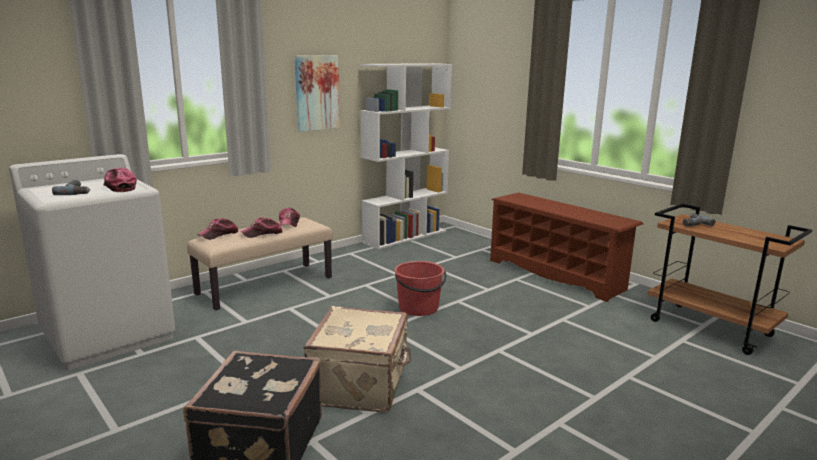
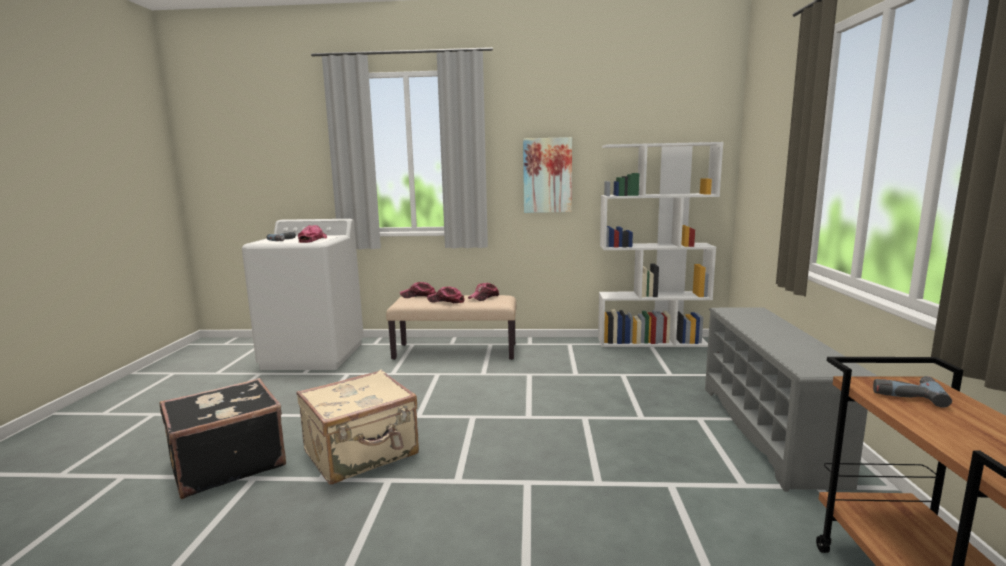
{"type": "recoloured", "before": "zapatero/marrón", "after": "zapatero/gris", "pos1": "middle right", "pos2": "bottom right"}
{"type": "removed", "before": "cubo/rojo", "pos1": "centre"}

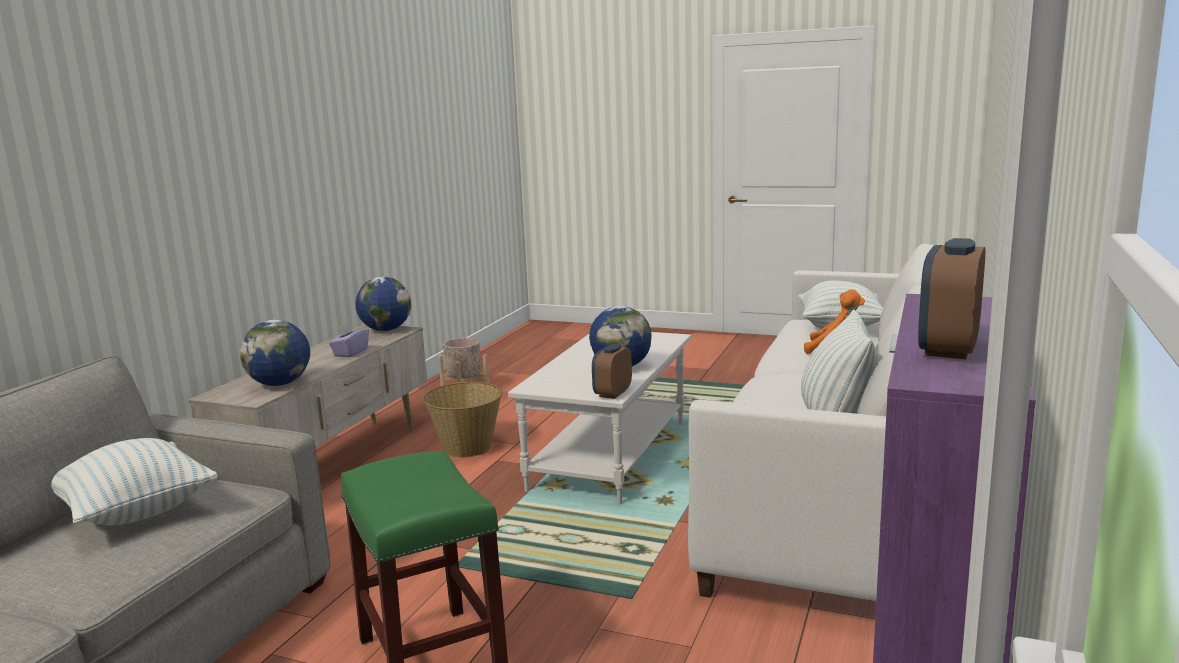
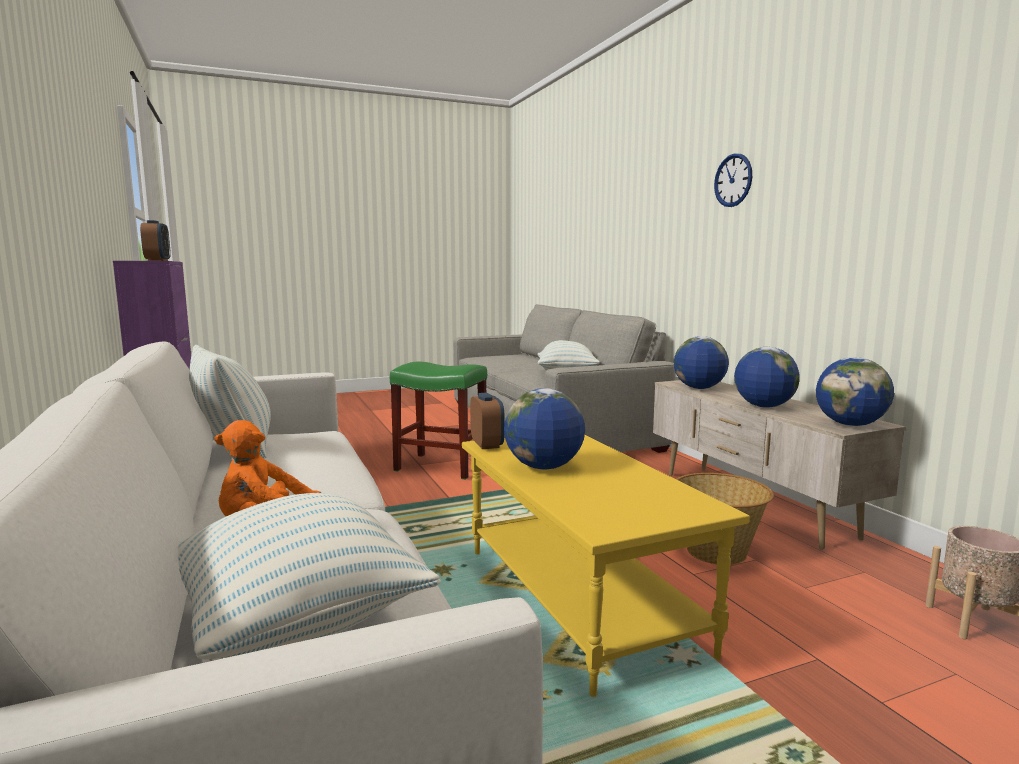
{"type": "replaced", "before": "caja de pañuelos/morado", "after": "globo terráqueo (3rd from left)", "pos1": "middle left", "pos2": "middle right"}
{"type": "recoloured", "before": "mesa de centro/blanco", "after": "mesa de centro/amarillo", "pos1": "centre", "pos2": "bottom centre"}
{"type": "added", "after": "reloj de pared", "pos2": "top right"}

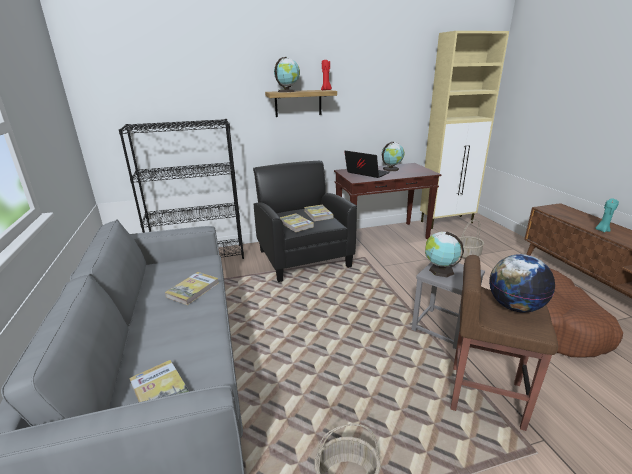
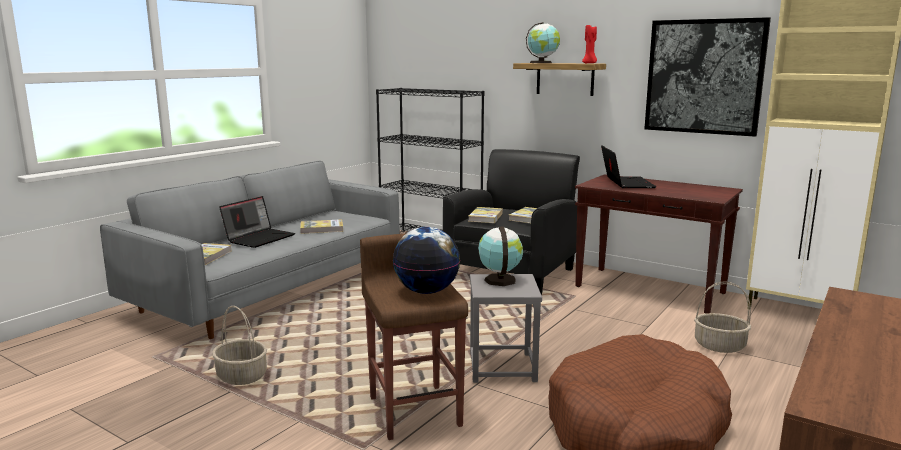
{"type": "removed", "before": "globo terráqueo (2nd from left)", "pos1": "top centre"}
{"type": "removed", "before": "vela/turquesa", "pos1": "middle right"}
{"type": "added", "after": "cuadro", "pos2": "top right"}
{"type": "added", "after": "portátil (1st from left)", "pos2": "middle left"}

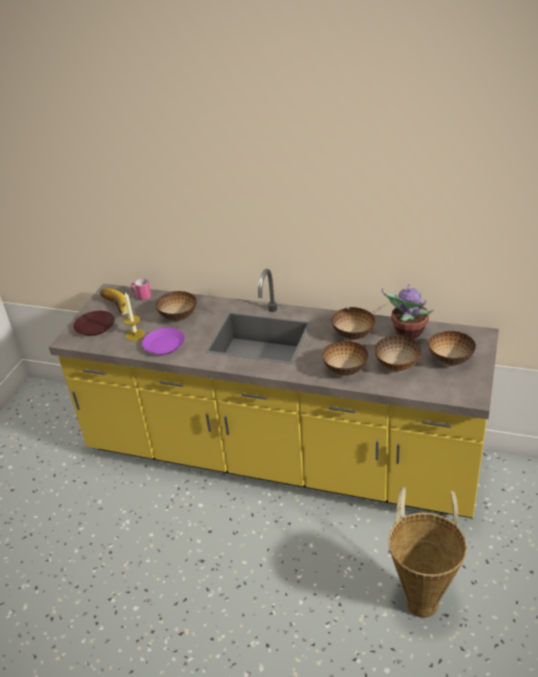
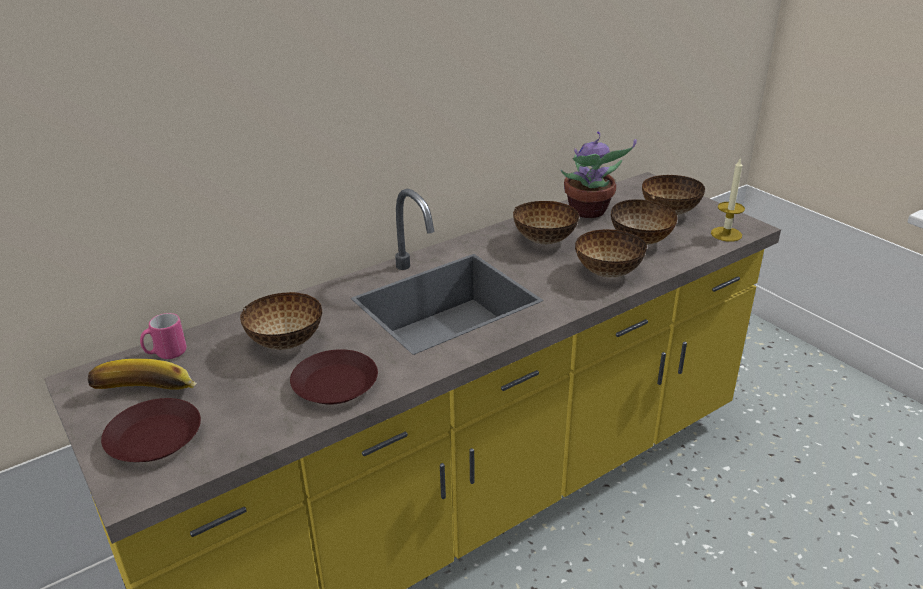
{"type": "moved", "before": "vela", "pos1": "middle left", "pos2": "middle right"}
{"type": "recoloured", "before": "plato/morado", "after": "plato/marrón (2nd from left)", "pos1": "middle left", "pos2": "centre"}
{"type": "removed", "before": "cesta", "pos1": "bottom right"}

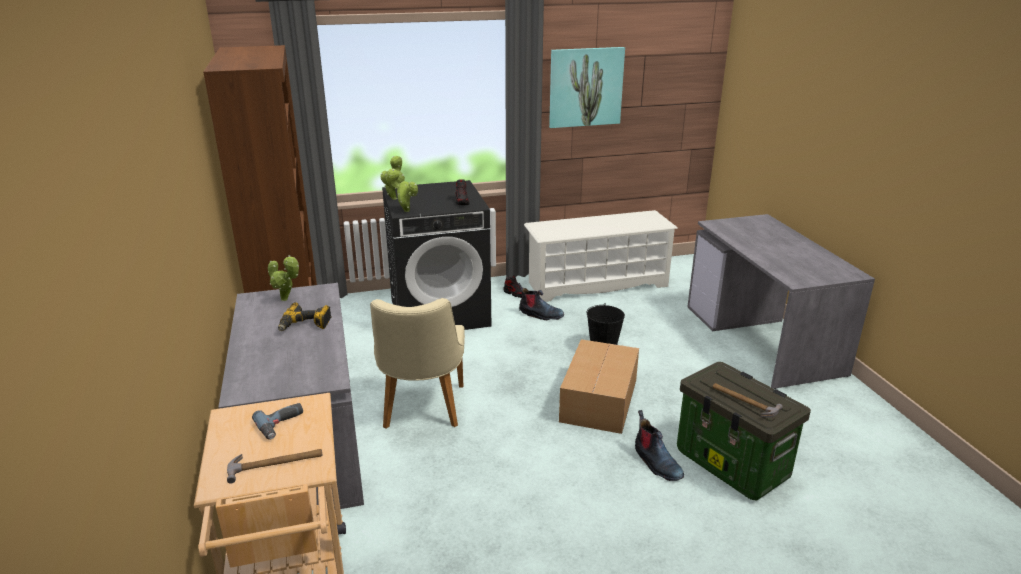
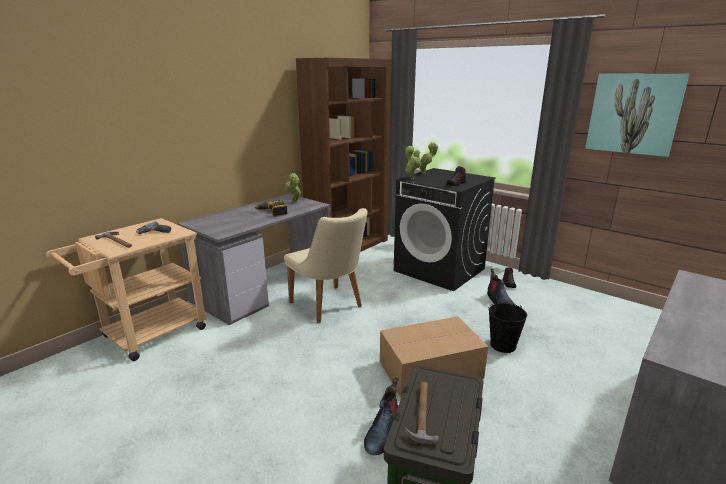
{"type": "removed", "before": "zapatero/blanco", "pos1": "centre"}
{"type": "turned", "before": "silla/beis", "pos1": "centre", "pos2": "centre", "turn": -90}

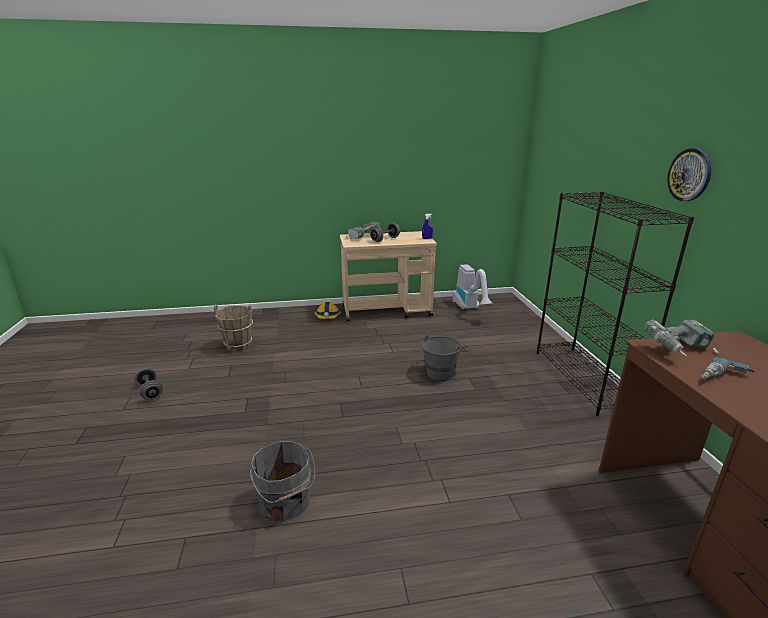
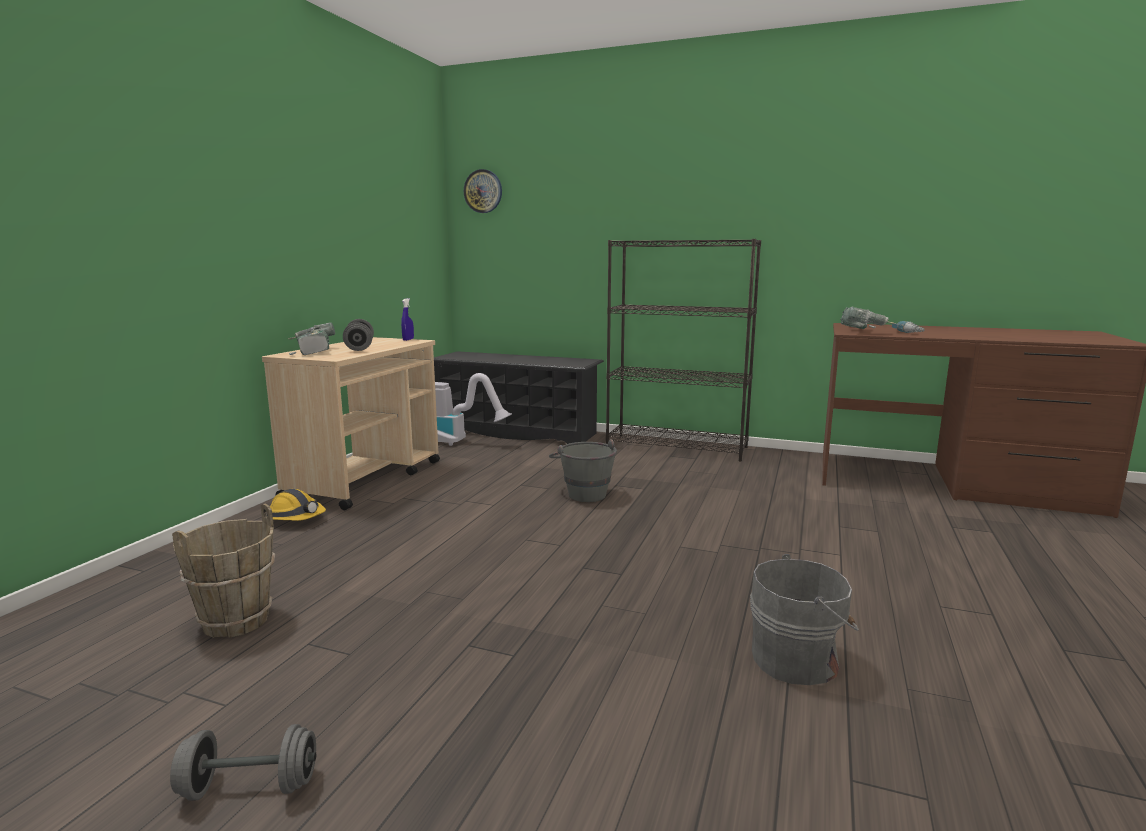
{"type": "moved", "before": "reloj de pared", "pos1": "top right", "pos2": "top centre"}
{"type": "added", "after": "zapatero/negro", "pos2": "centre"}

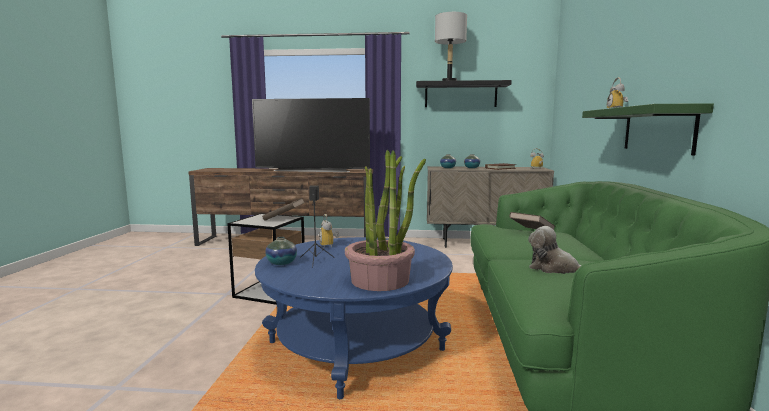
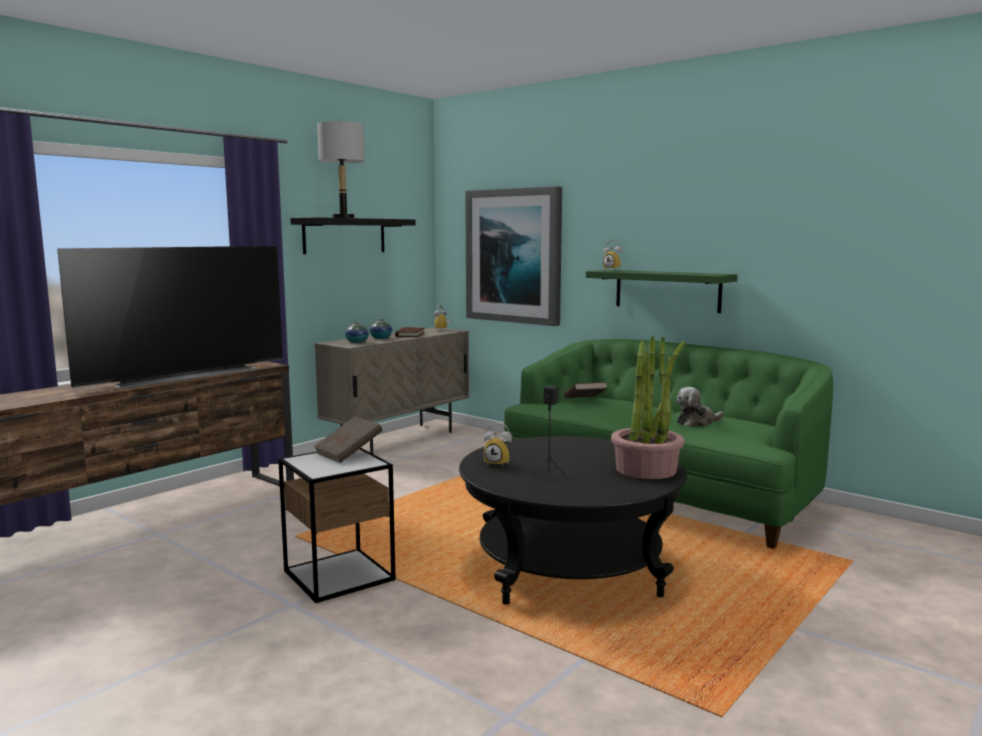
{"type": "recoloured", "before": "mesa de centro/azul", "after": "mesa de centro/negro", "pos1": "bottom centre", "pos2": "bottom centre"}
{"type": "removed", "before": "florero (1st from left)", "pos1": "centre"}
{"type": "added", "after": "cuadro", "pos2": "centre"}

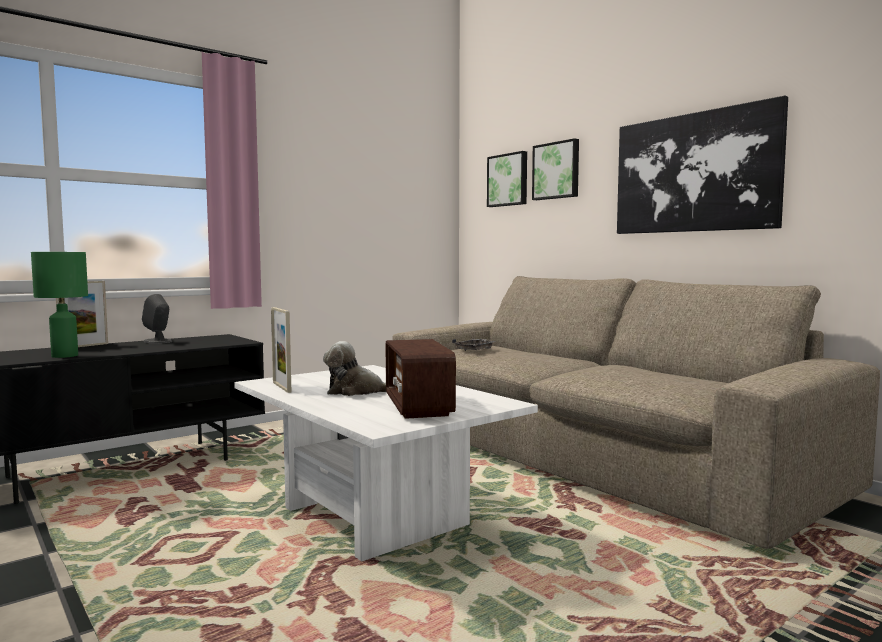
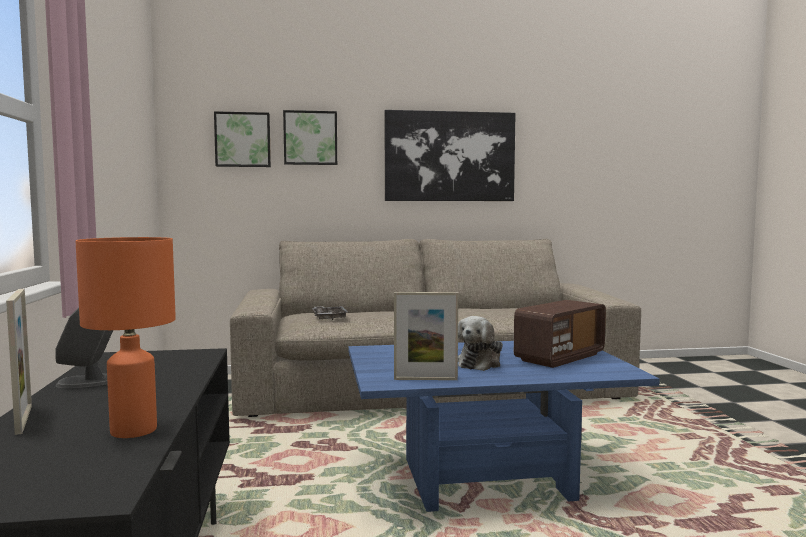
{"type": "recoloured", "before": "lámpara de mesa/verde", "after": "lámpara de mesa/naranja", "pos1": "middle left", "pos2": "middle left"}
{"type": "turned", "before": "radio", "pos1": "centre", "pos2": "middle right", "turn": -60}
{"type": "recoloured", "before": "mesa de centro/blanco", "after": "mesa de centro/azul", "pos1": "bottom centre", "pos2": "bottom centre"}

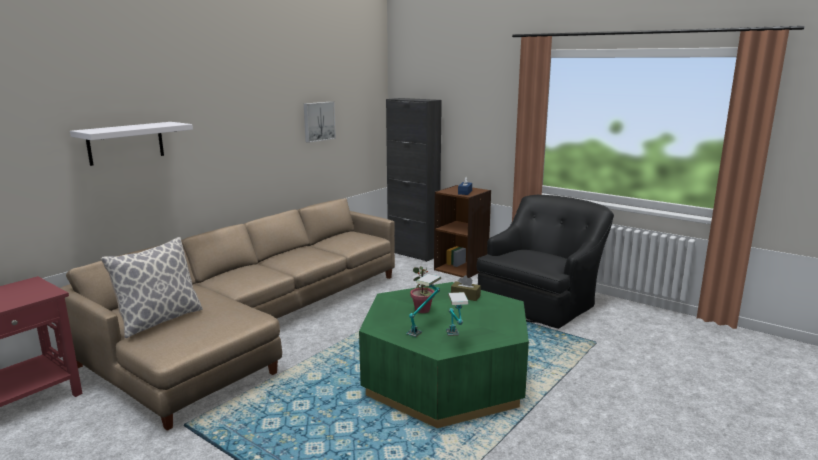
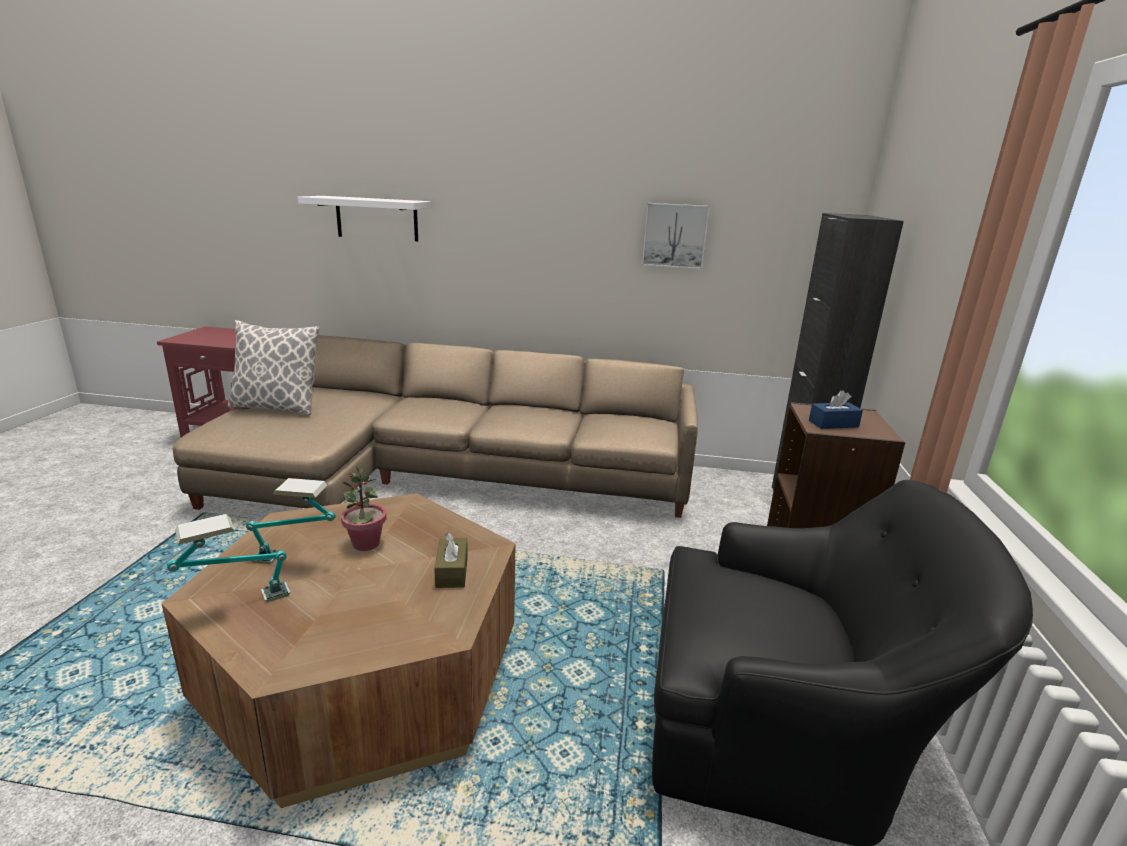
{"type": "recoloured", "before": "mesa de centro/verde", "after": "mesa de centro/marrón", "pos1": "bottom centre", "pos2": "bottom left"}

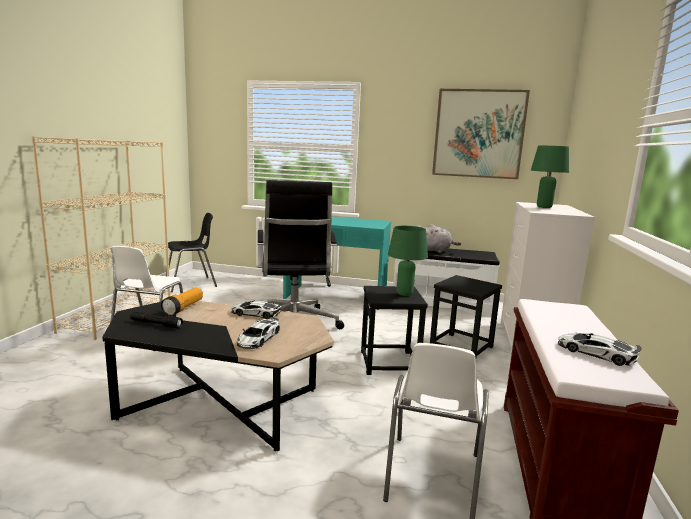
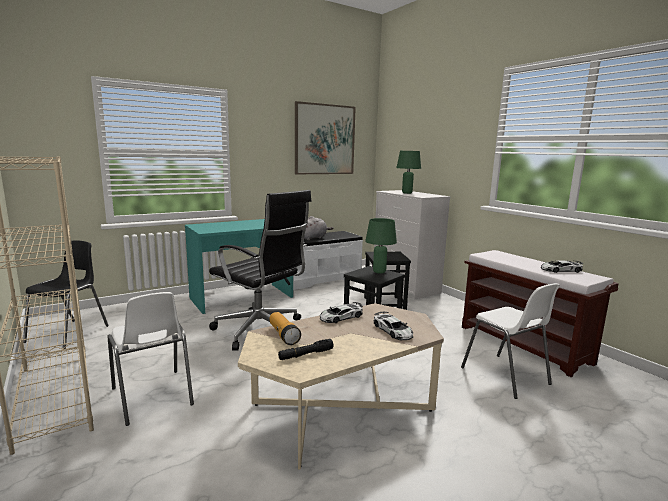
{"type": "recoloured", "before": "mesa de centro/negro", "after": "mesa de centro/beis", "pos1": "bottom left", "pos2": "bottom centre"}

